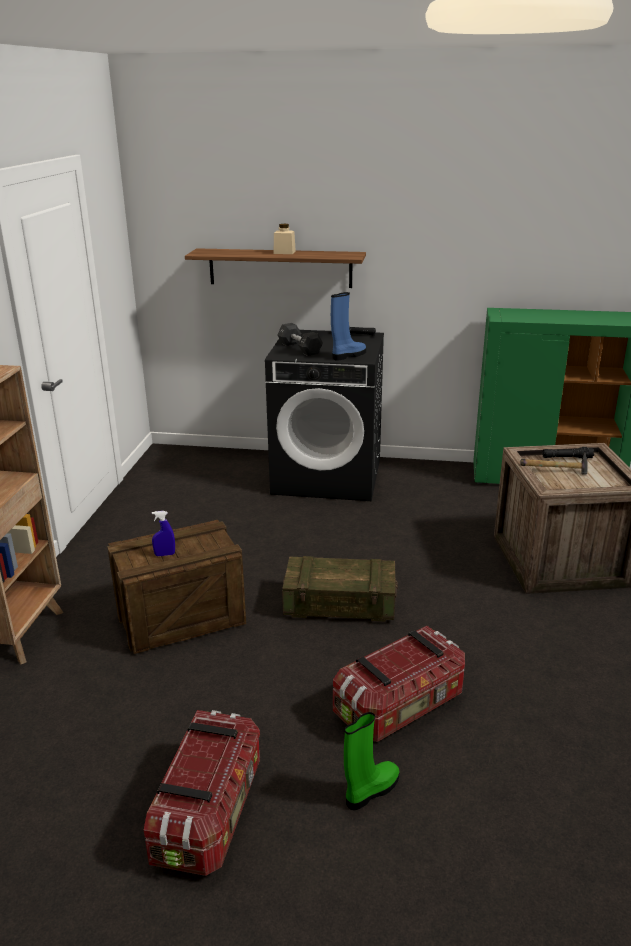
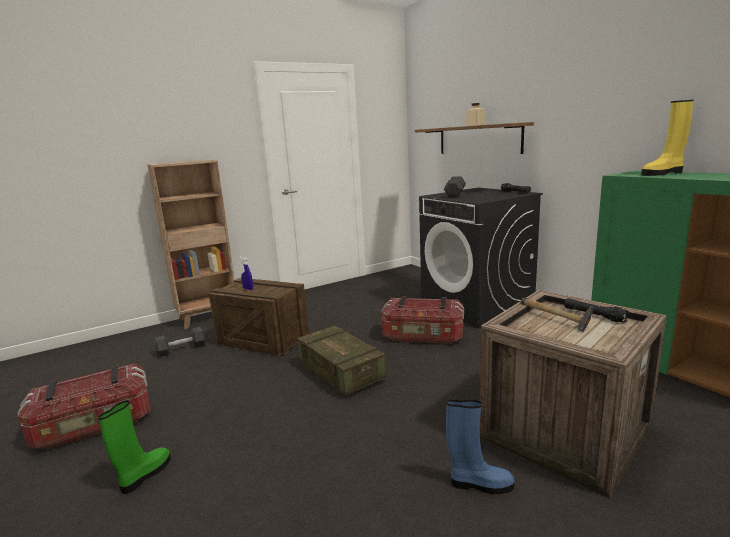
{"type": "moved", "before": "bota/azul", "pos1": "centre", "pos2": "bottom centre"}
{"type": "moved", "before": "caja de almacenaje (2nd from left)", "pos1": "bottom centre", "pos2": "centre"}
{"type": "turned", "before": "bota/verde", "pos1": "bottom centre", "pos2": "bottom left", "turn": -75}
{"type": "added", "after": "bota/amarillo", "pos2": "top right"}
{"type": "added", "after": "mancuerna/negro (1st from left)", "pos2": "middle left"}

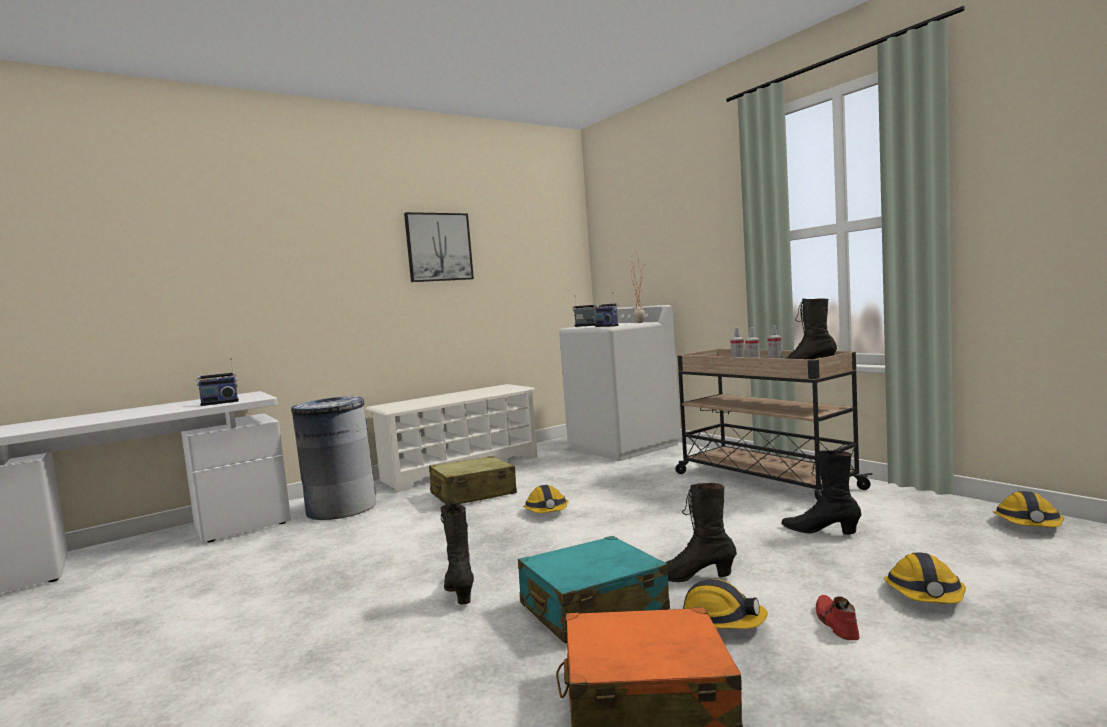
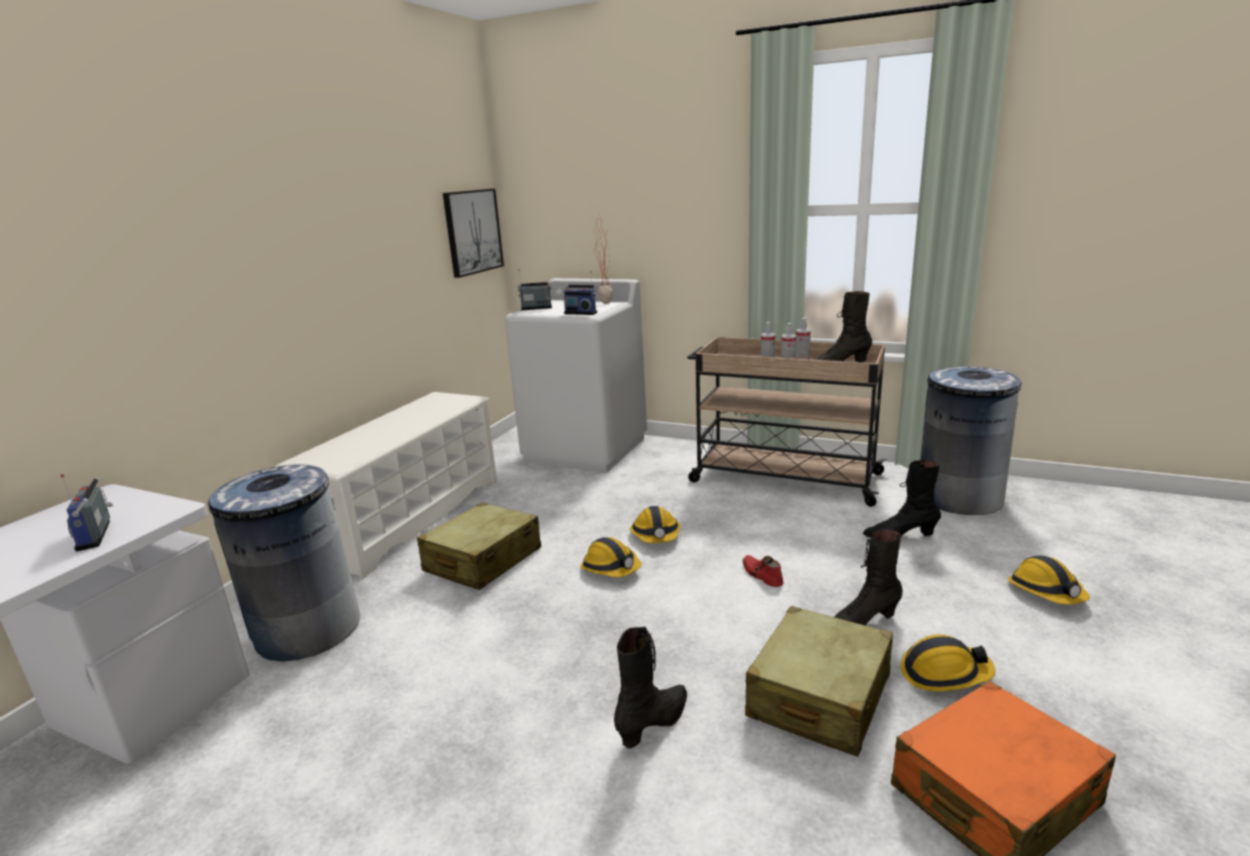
{"type": "moved", "before": "cuadro", "pos1": "centre", "pos2": "top centre"}
{"type": "turned", "before": "radio (1st from left)", "pos1": "middle left", "pos2": "middle left", "turn": 120}
{"type": "moved", "before": "casco (4th from left in the first image)", "after": "casco (2nd from left)", "pos1": "bottom right", "pos2": "centre"}
{"type": "turned", "before": "bota/negro (1st from left)", "pos1": "bottom centre", "pos2": "bottom centre", "turn": 90}
{"type": "recoloured", "before": "maleta/turquesa", "after": "maleta/beis (2nd from left)", "pos1": "bottom centre", "pos2": "bottom centre"}
{"type": "moved", "before": "zapato/rojo", "pos1": "bottom right", "pos2": "bottom centre"}
{"type": "added", "after": "papelera/gris (2nd from left)", "pos2": "middle right"}

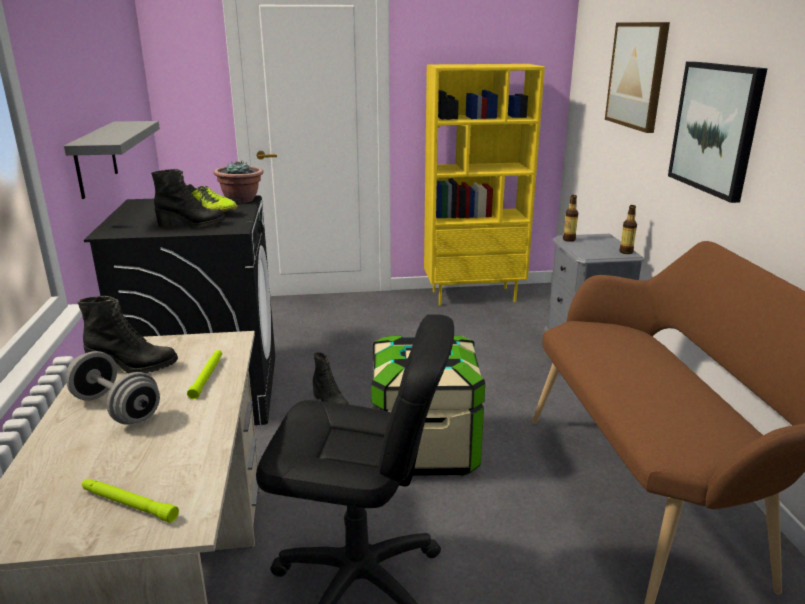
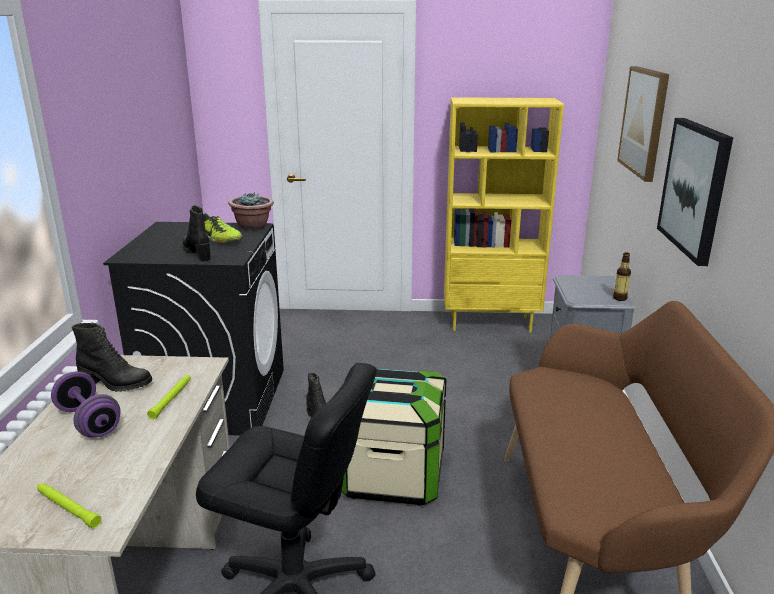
{"type": "removed", "before": "estante/gris", "pos1": "top left"}
{"type": "turned", "before": "bota/negro (2nd from left)", "pos1": "top left", "pos2": "middle left", "turn": -120}
{"type": "removed", "before": "botella (1st from left)", "pos1": "middle right"}
{"type": "recoloured", "before": "mancuerna/gris", "after": "mancuerna/morado", "pos1": "middle left", "pos2": "bottom left"}

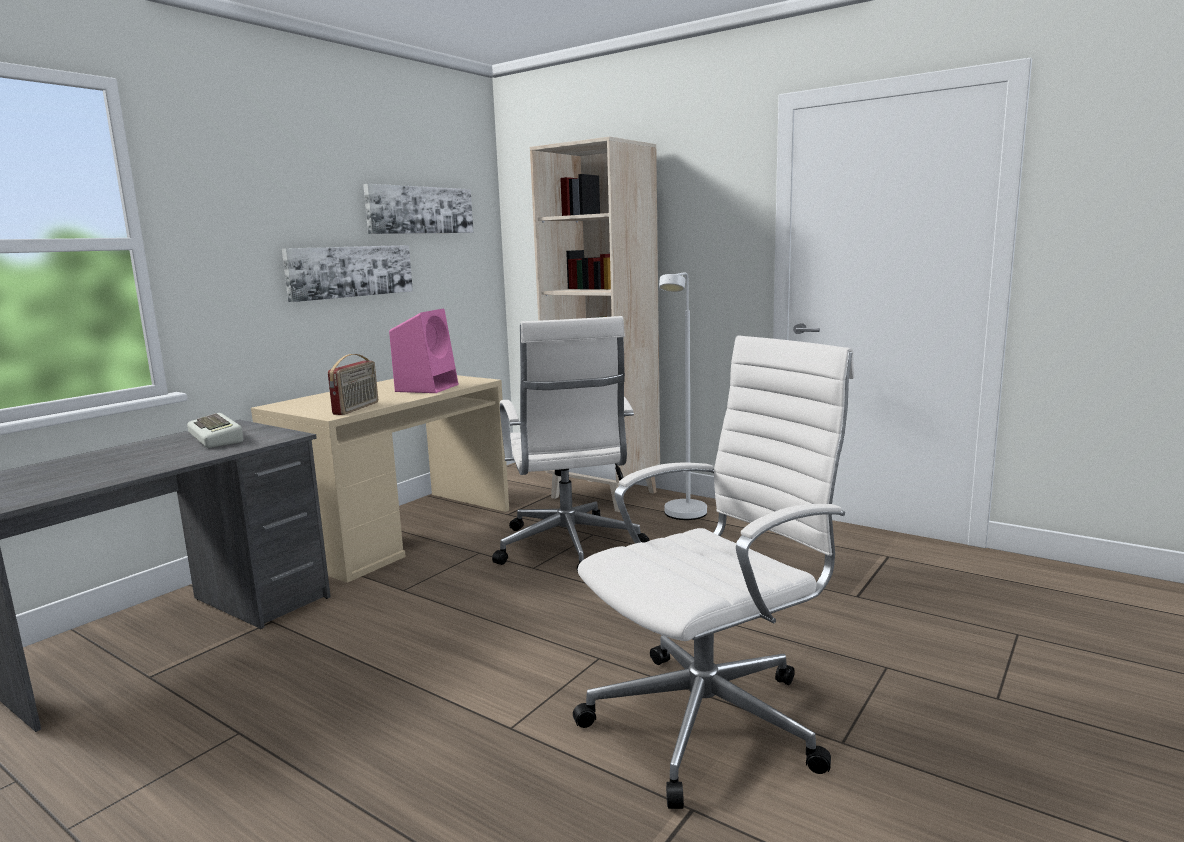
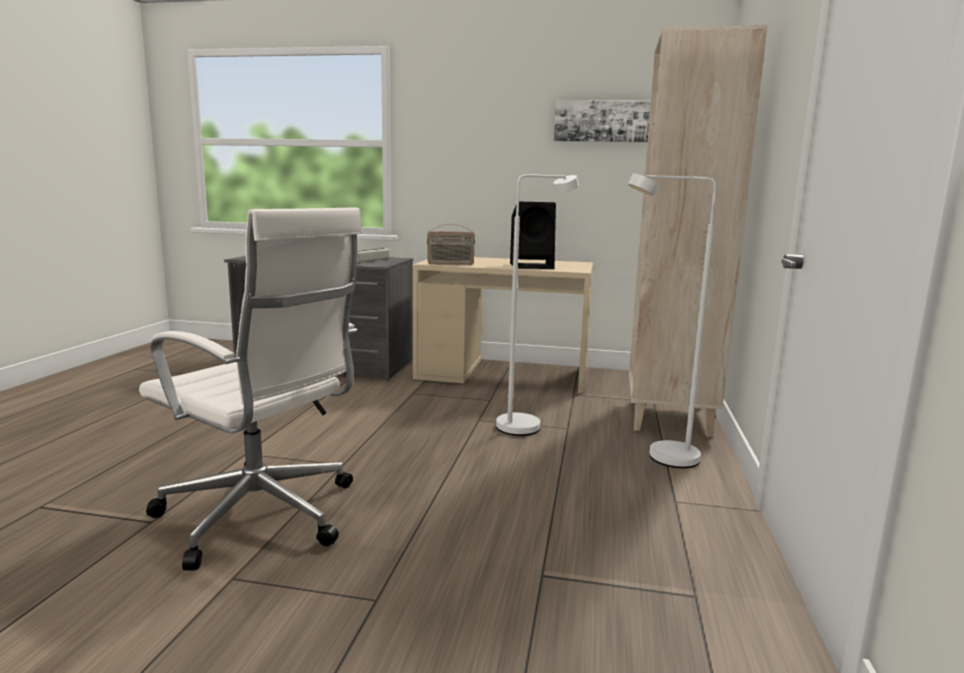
{"type": "removed", "before": "cuadro (1st from left)", "pos1": "top left"}
{"type": "recoloured", "before": "altavoz/rosa", "after": "altavoz/negro", "pos1": "centre", "pos2": "centre"}
{"type": "replaced", "before": "silla de oficina/blanco (1st from left)", "after": "lámpara de pie/blanco (1st from left)", "pos1": "centre", "pos2": "centre"}

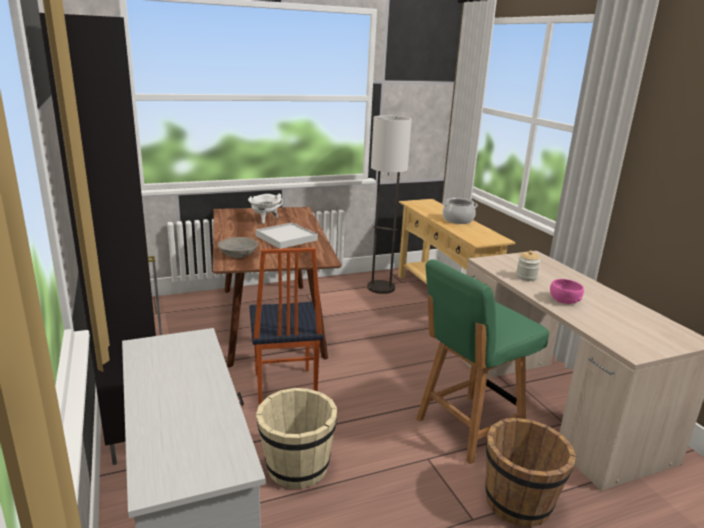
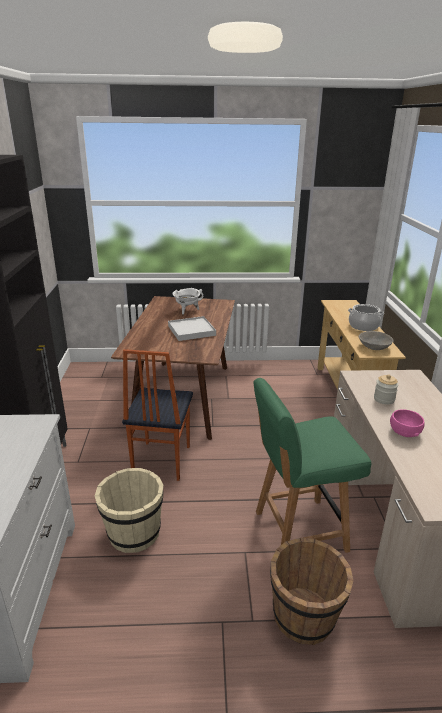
{"type": "removed", "before": "lámpara de pie", "pos1": "centre"}
{"type": "moved", "before": "cuenco/gris", "pos1": "centre", "pos2": "middle right"}

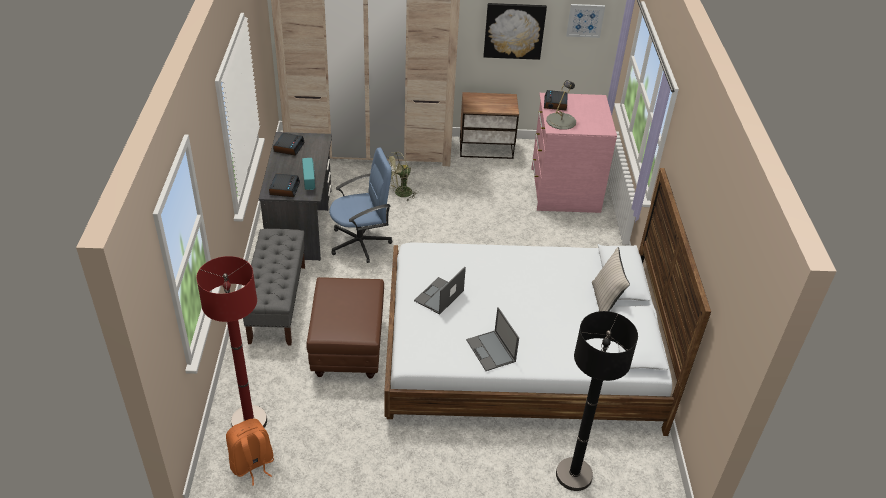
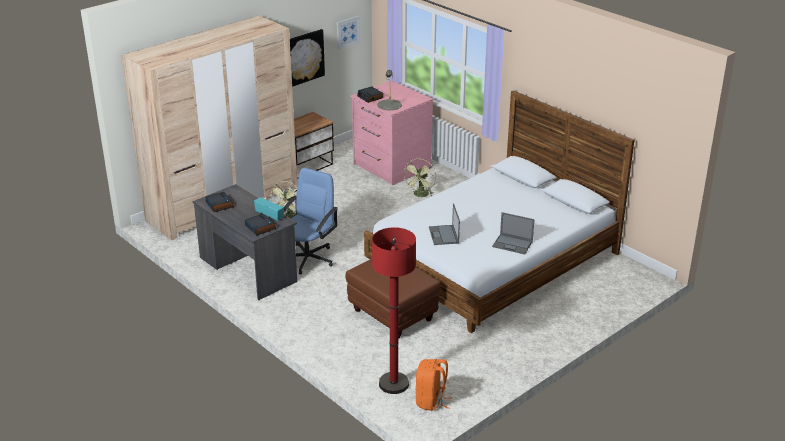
{"type": "removed", "before": "banco/gris", "pos1": "middle left"}
{"type": "removed", "before": "cojín/beis", "pos1": "middle right"}
{"type": "removed", "before": "lámpara de pie/negro", "pos1": "bottom right"}
{"type": "added", "after": "ventilador/verde (2nd from left)", "pos2": "centre"}

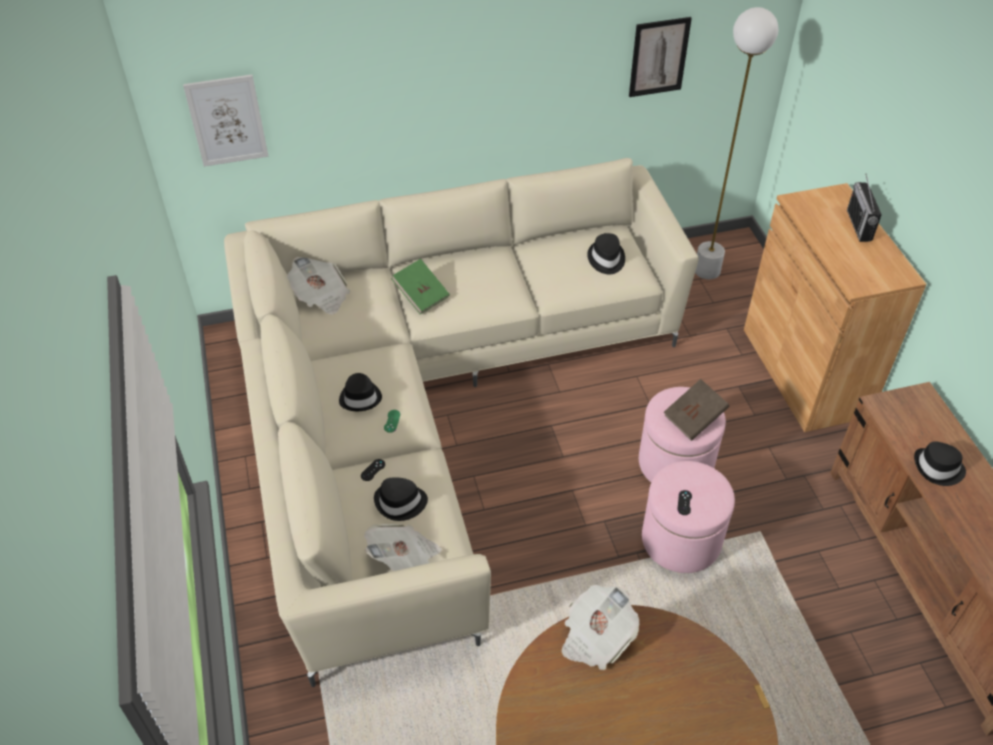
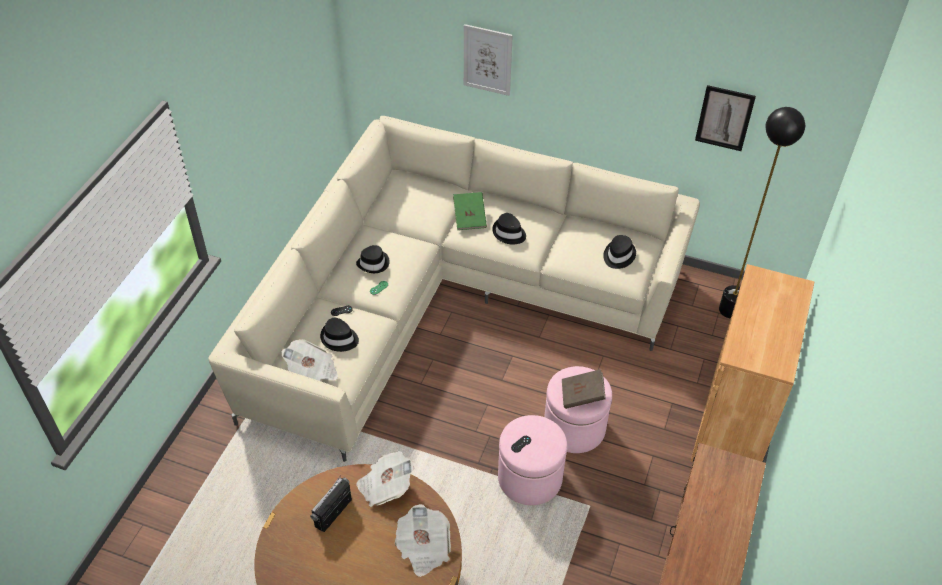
{"type": "recoloured", "before": "lámpara de pie/blanco", "after": "lámpara de pie/negro", "pos1": "top right", "pos2": "middle right"}
{"type": "moved", "before": "cuadro (1st from left)", "pos1": "top left", "pos2": "top centre"}
{"type": "moved", "before": "radio", "pos1": "top right", "pos2": "bottom centre"}
{"type": "moved", "before": "periódico (1st from left in the first image)", "after": "periódico (3rd from left)", "pos1": "middle left", "pos2": "bottom centre"}
{"type": "moved", "before": "sombrero/negro (4th from left in the first image)", "after": "sombrero/negro (3rd from left)", "pos1": "middle right", "pos2": "centre"}

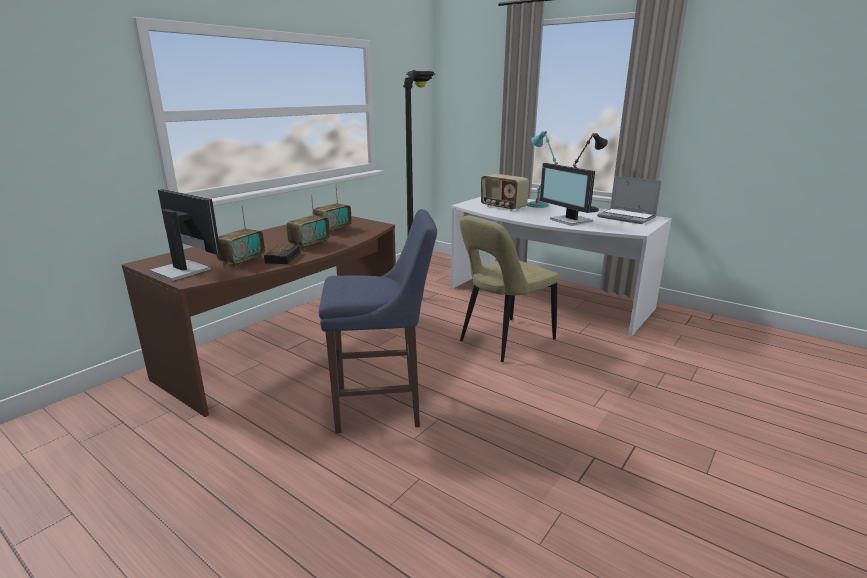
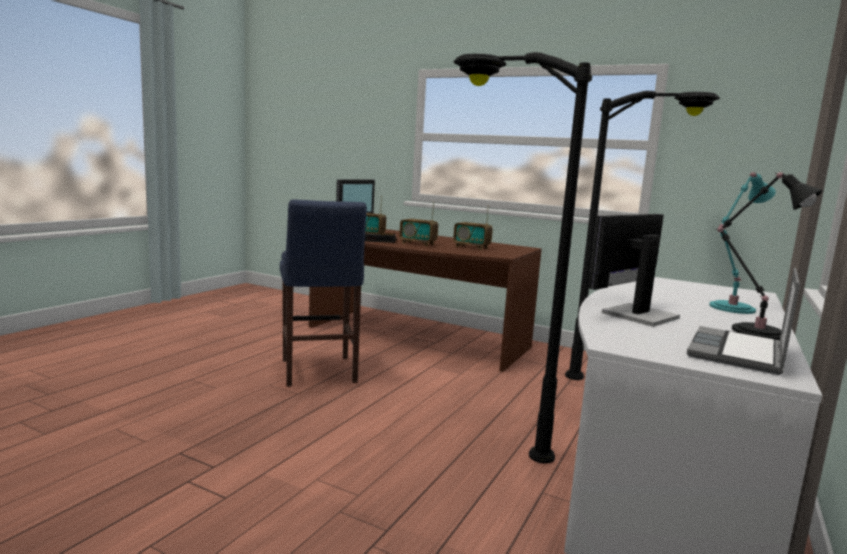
{"type": "removed", "before": "radio (4th from left)", "pos1": "top centre"}
{"type": "replaced", "before": "silla/beis", "after": "lámpara de pie/negro (1st from left)", "pos1": "centre", "pos2": "centre"}

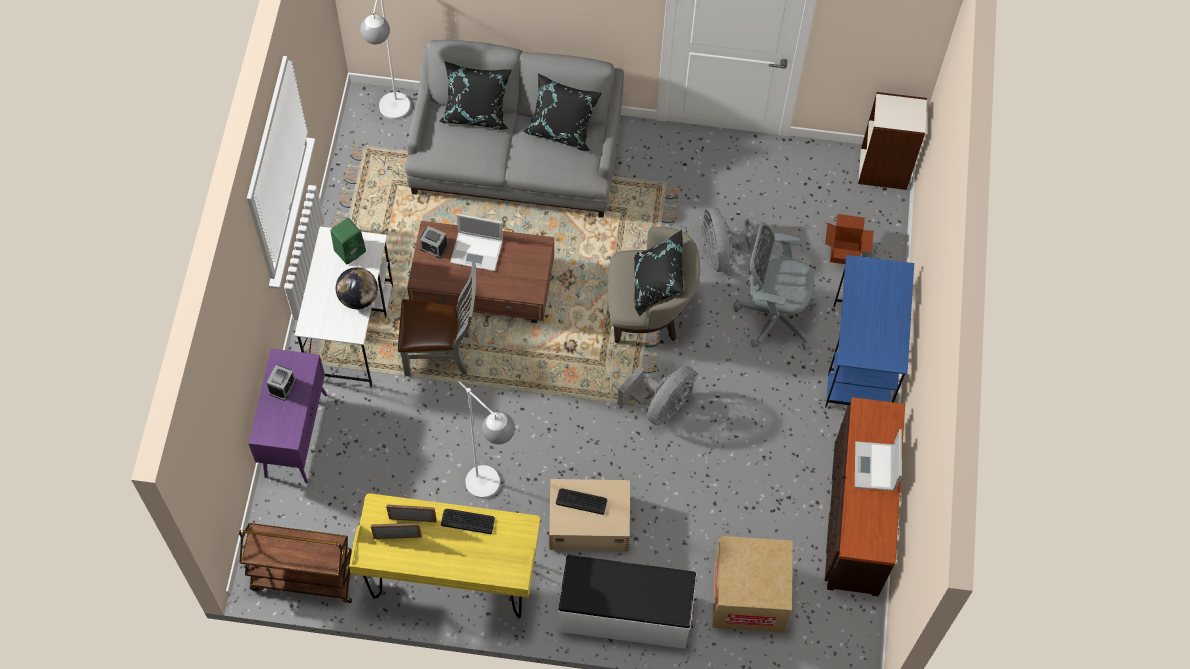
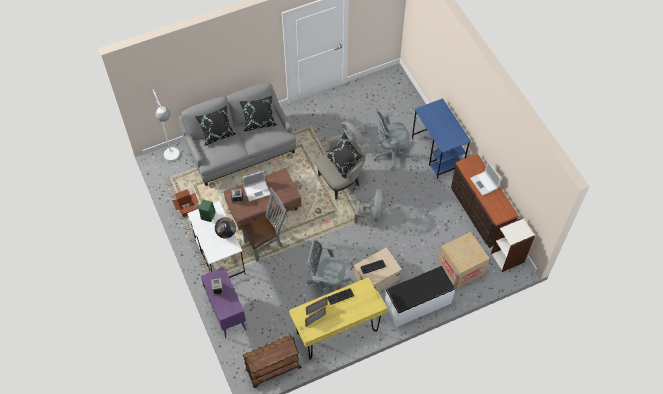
{"type": "moved", "before": "estantería", "pos1": "top right", "pos2": "middle right"}
{"type": "moved", "before": "caja de cartón (2nd from left in the first image)", "after": "caja de cartón (1st from left)", "pos1": "middle right", "pos2": "middle left"}
{"type": "replaced", "before": "lámpara de pie/blanco (2nd from left)", "after": "silla de oficina/gris (1st from left)", "pos1": "centre", "pos2": "bottom centre"}

